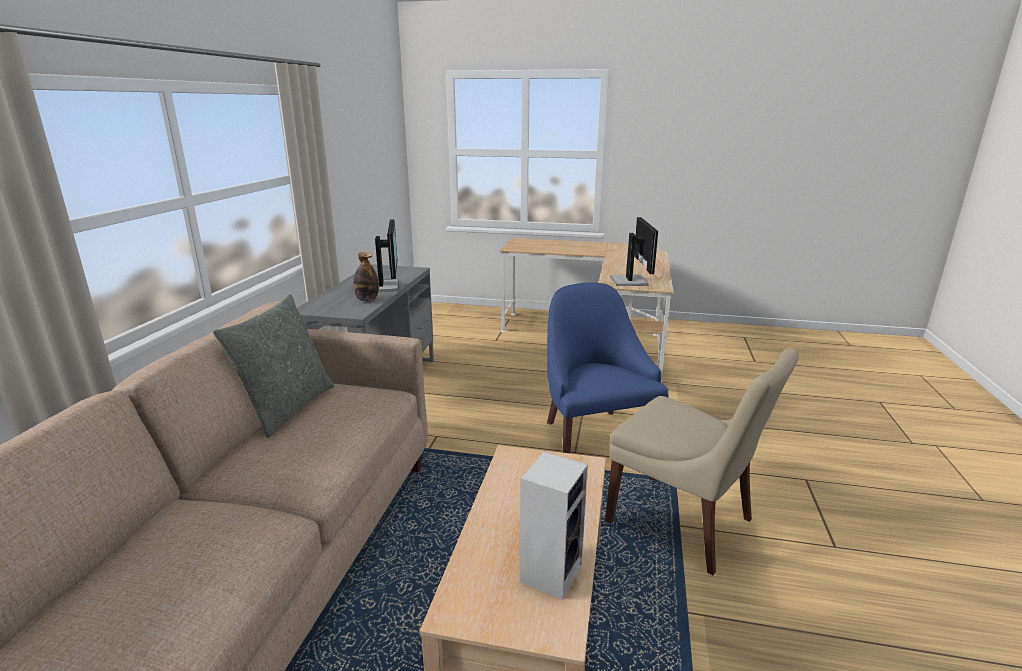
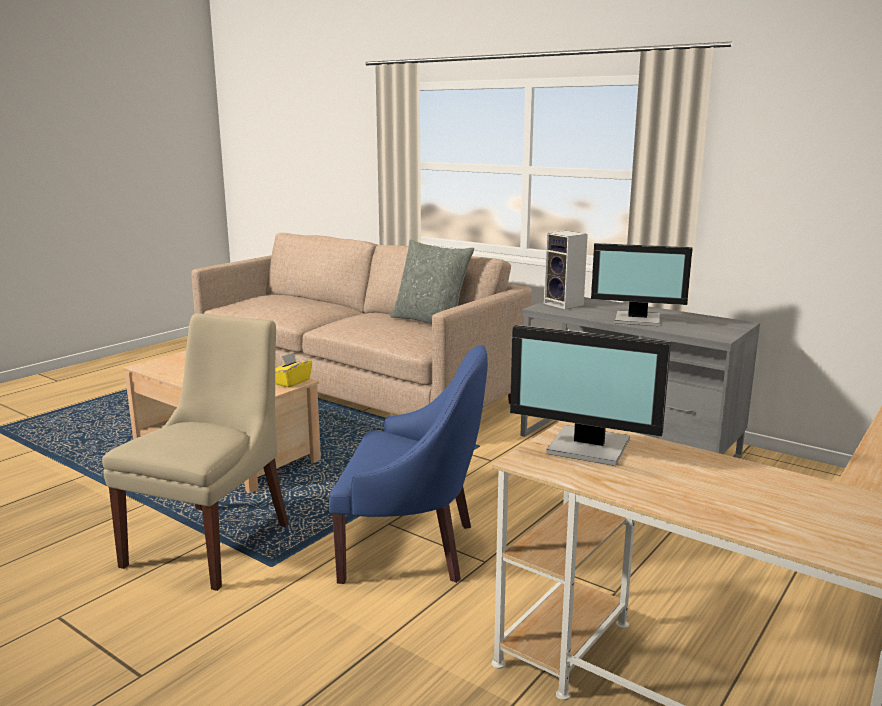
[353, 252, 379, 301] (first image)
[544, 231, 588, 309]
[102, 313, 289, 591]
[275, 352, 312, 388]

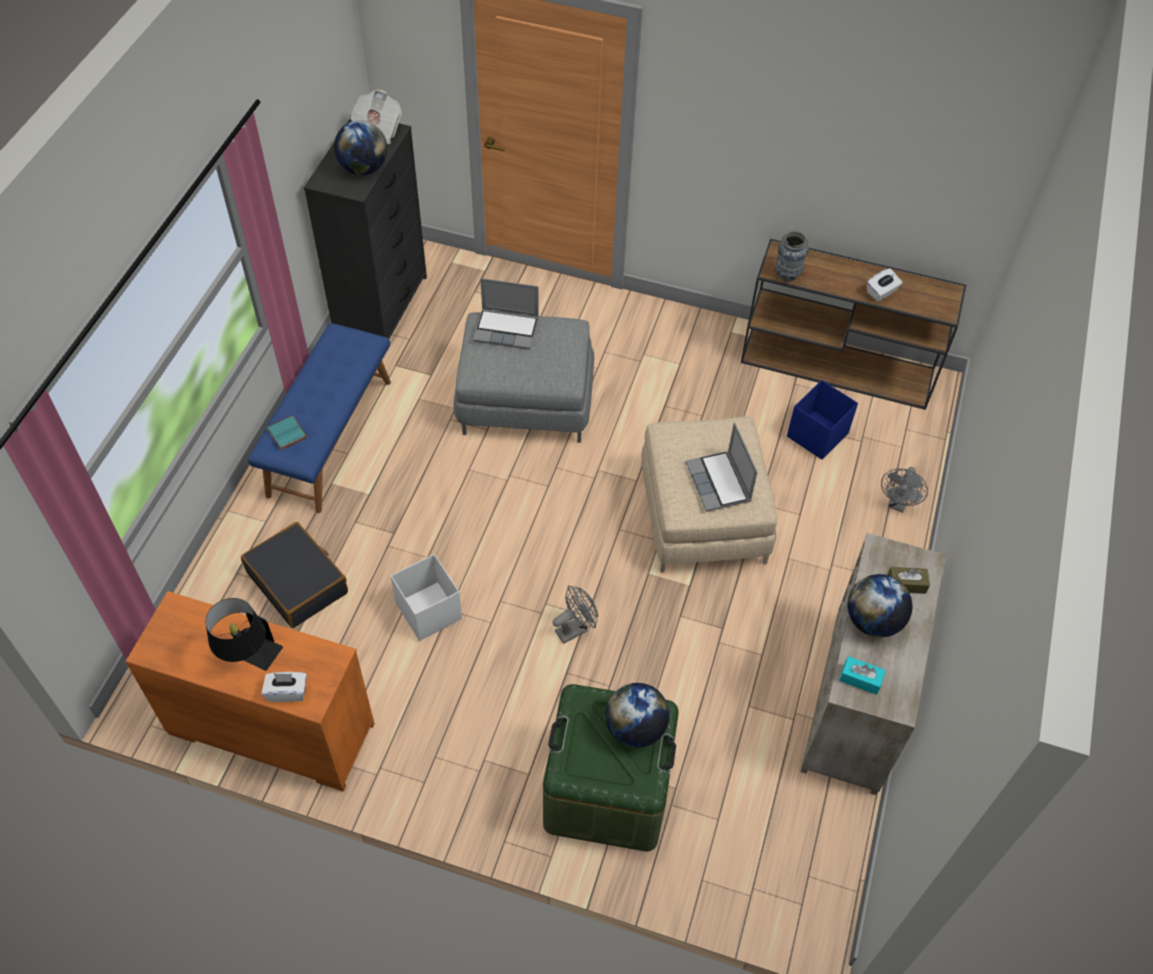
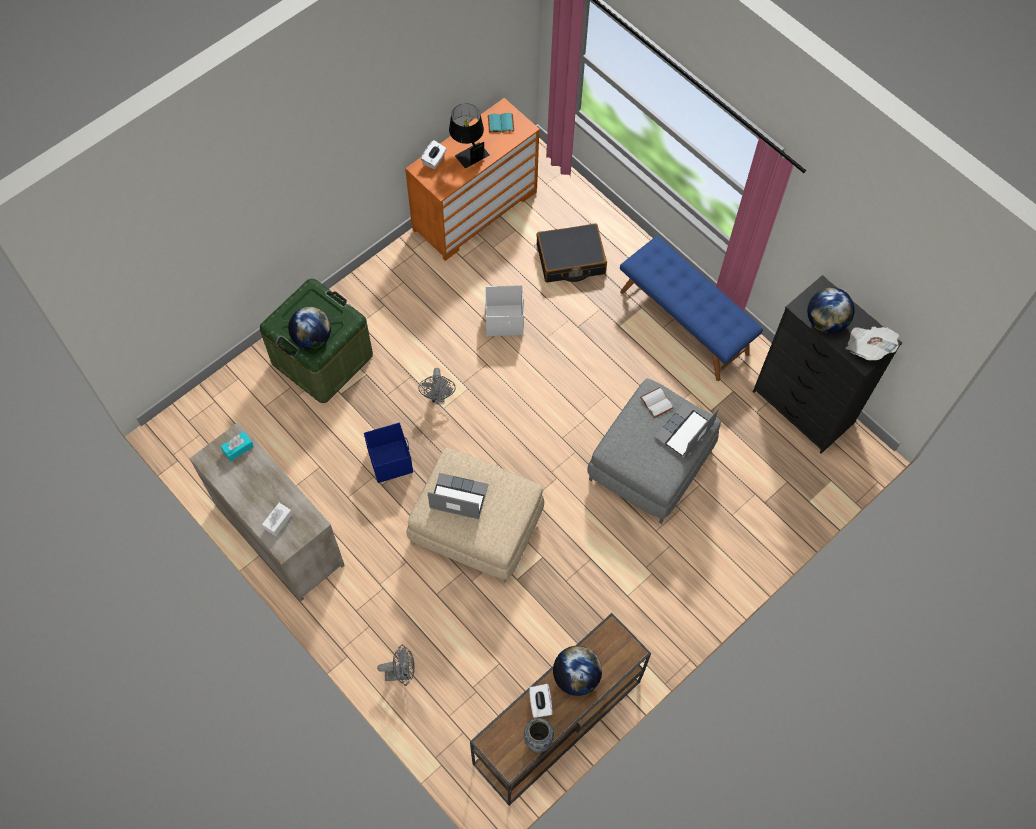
[488, 113, 514, 133]
[524, 718, 554, 753]
[364, 422, 413, 483]
[553, 646, 602, 696]
[377, 645, 415, 686]
[262, 503, 293, 536]
[640, 387, 674, 418]

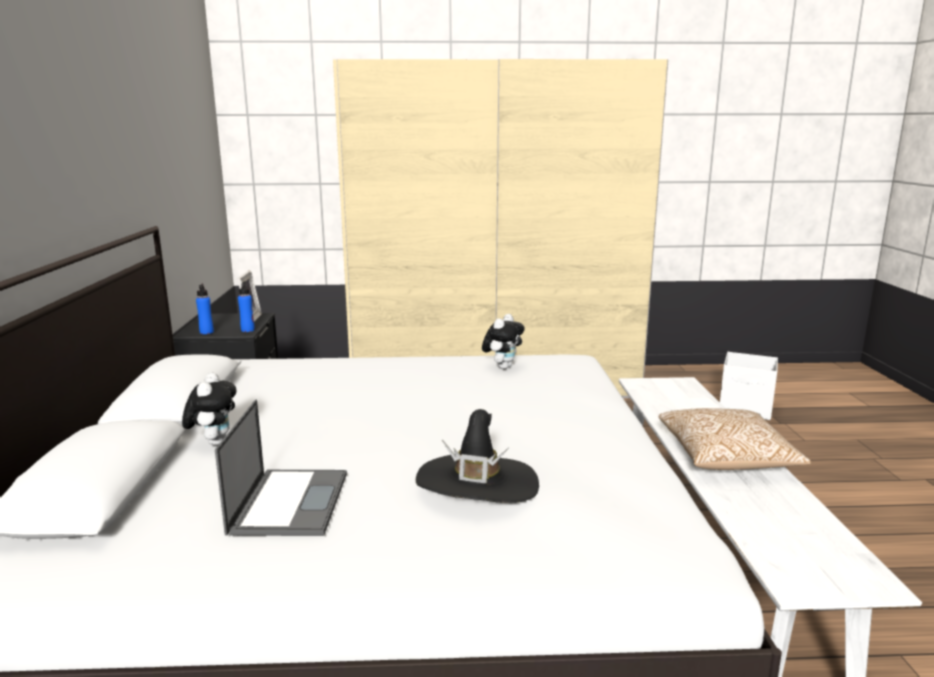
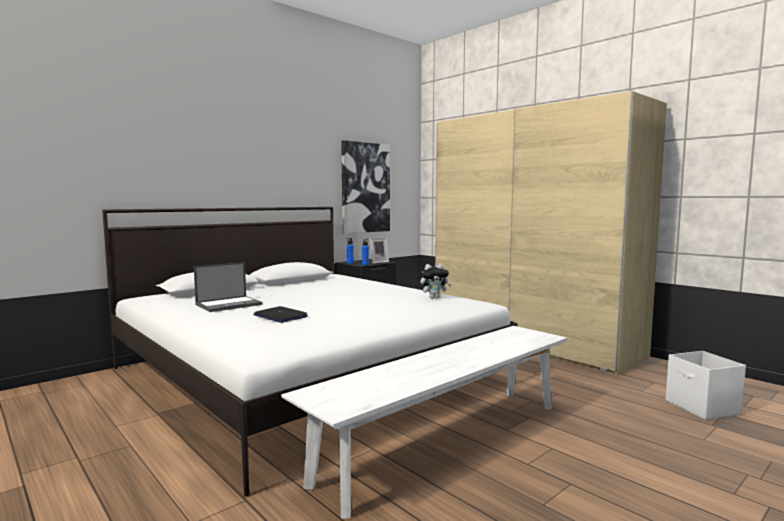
[182, 373, 236, 446] (first image)
[253, 306, 308, 323]
[659, 408, 811, 470] (first image)
[341, 140, 390, 234]

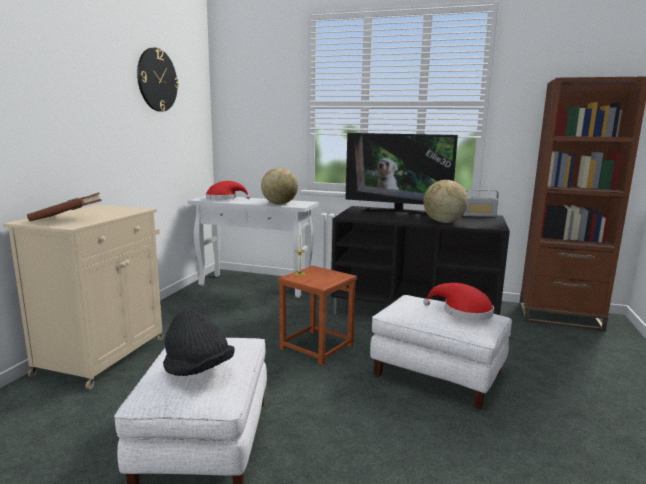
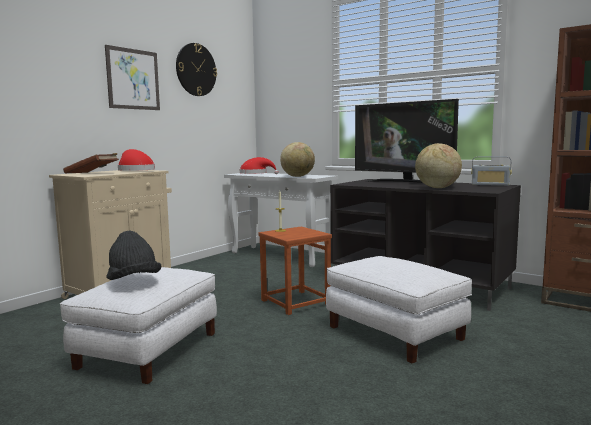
[118, 149, 155, 171]
[105, 45, 160, 110]

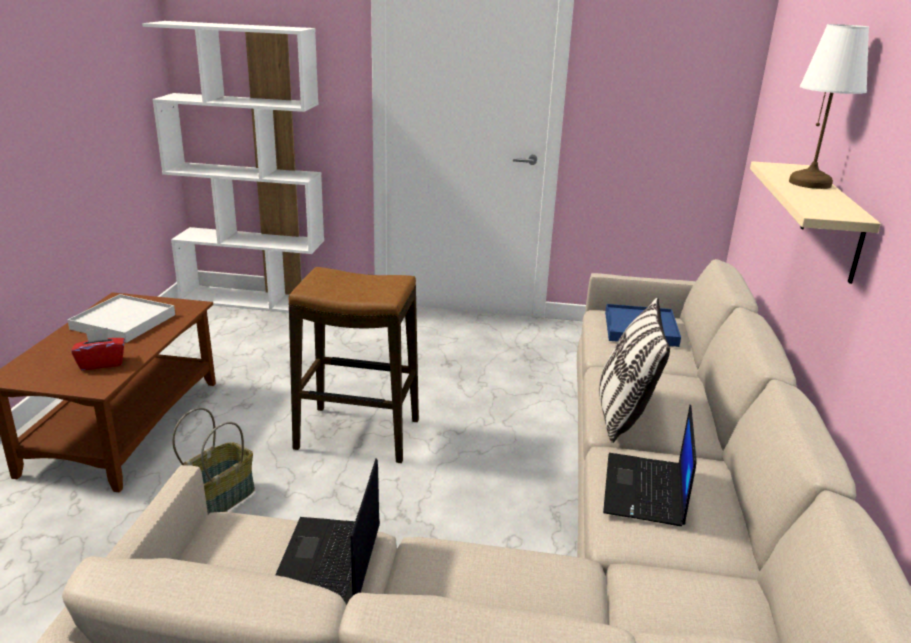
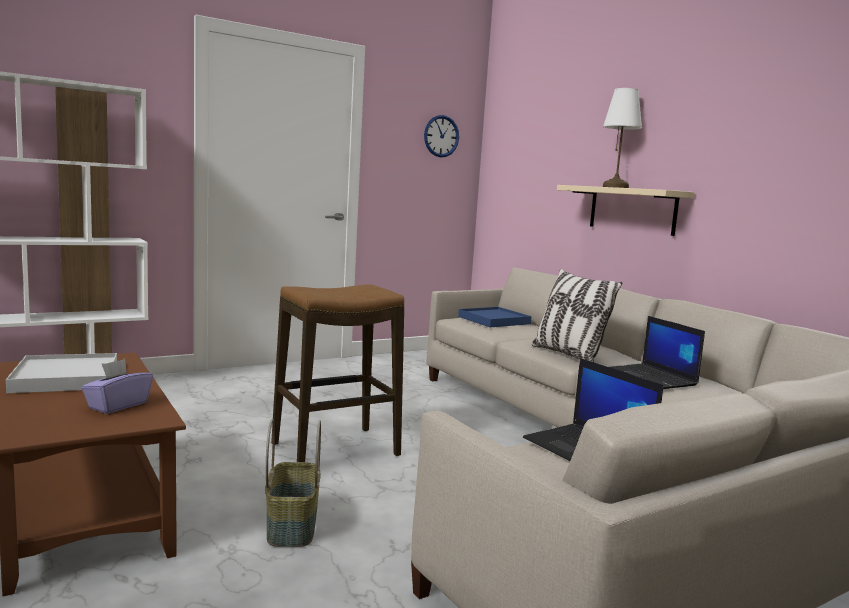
[81, 359, 153, 414]
[424, 115, 459, 157]

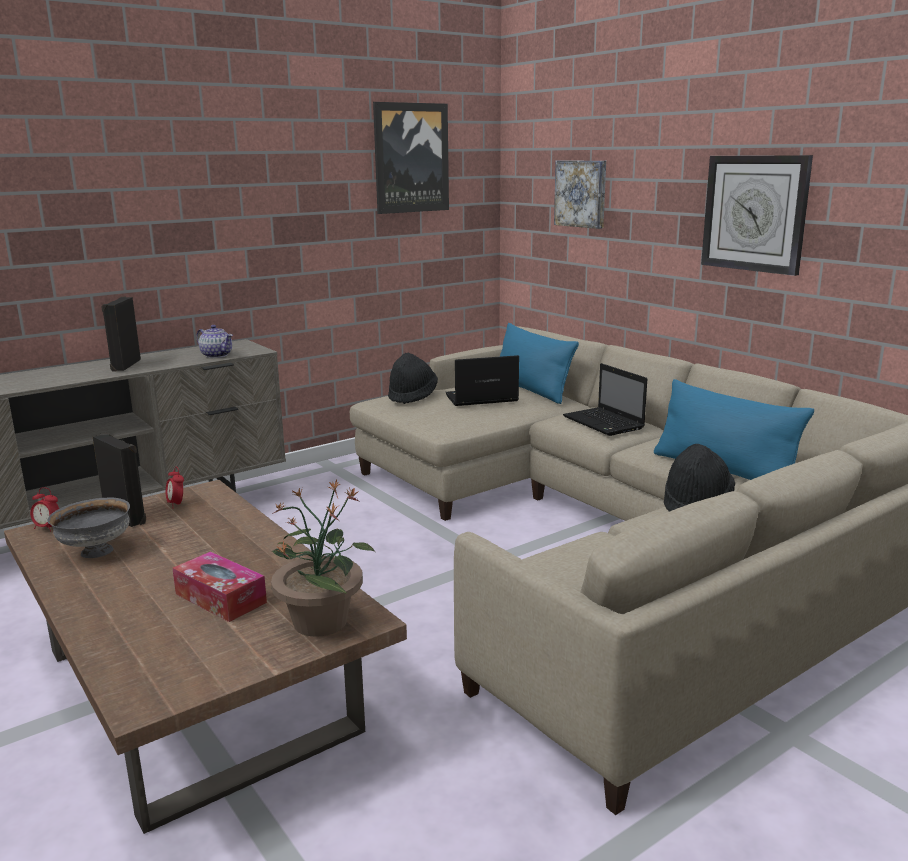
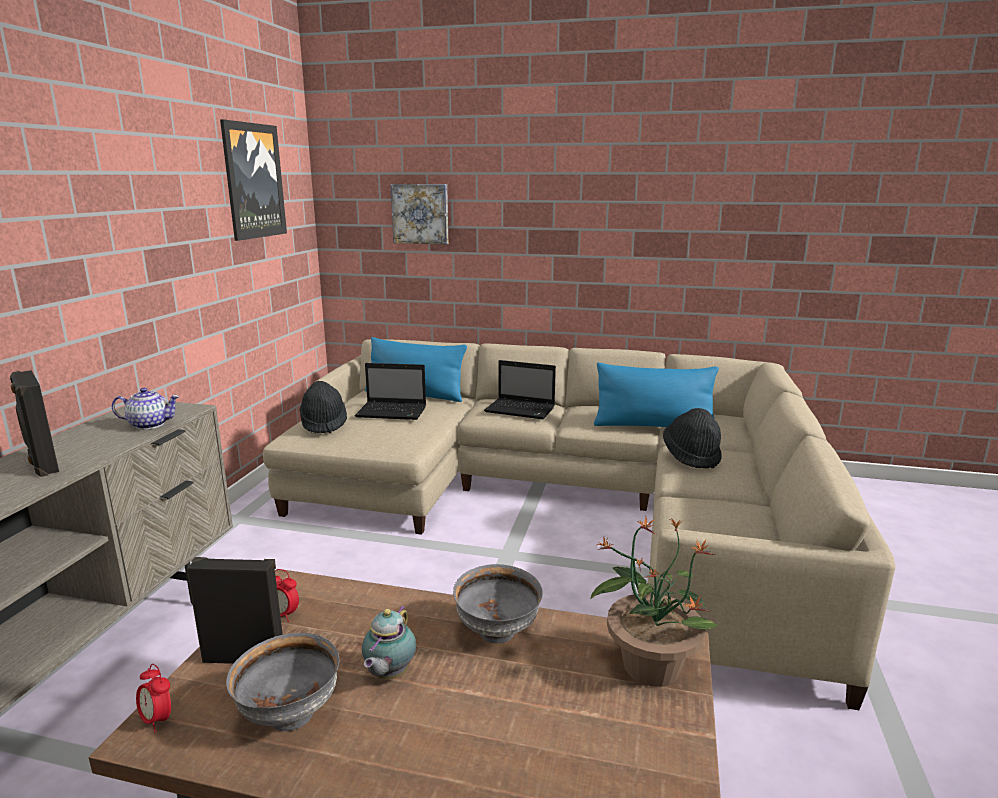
[136, 664, 171, 733]
[172, 551, 267, 622] (first image)
[355, 363, 426, 420]
[701, 155, 813, 276] (first image)
[362, 605, 416, 679]
[453, 564, 543, 643]

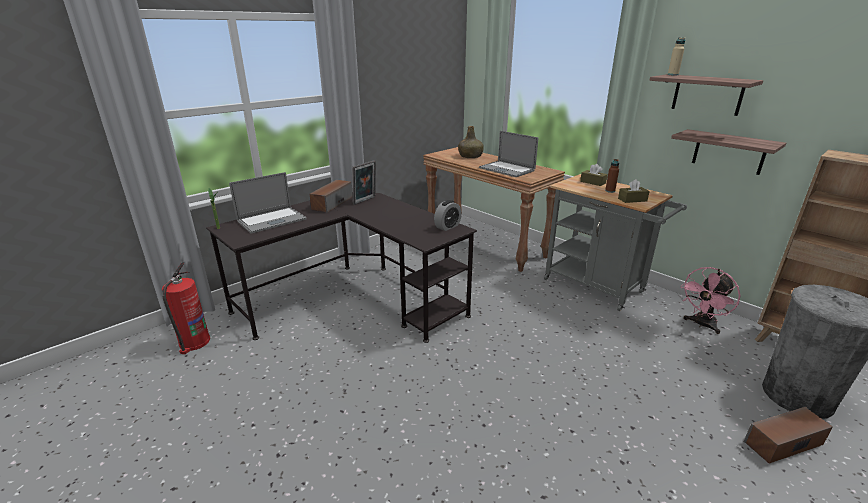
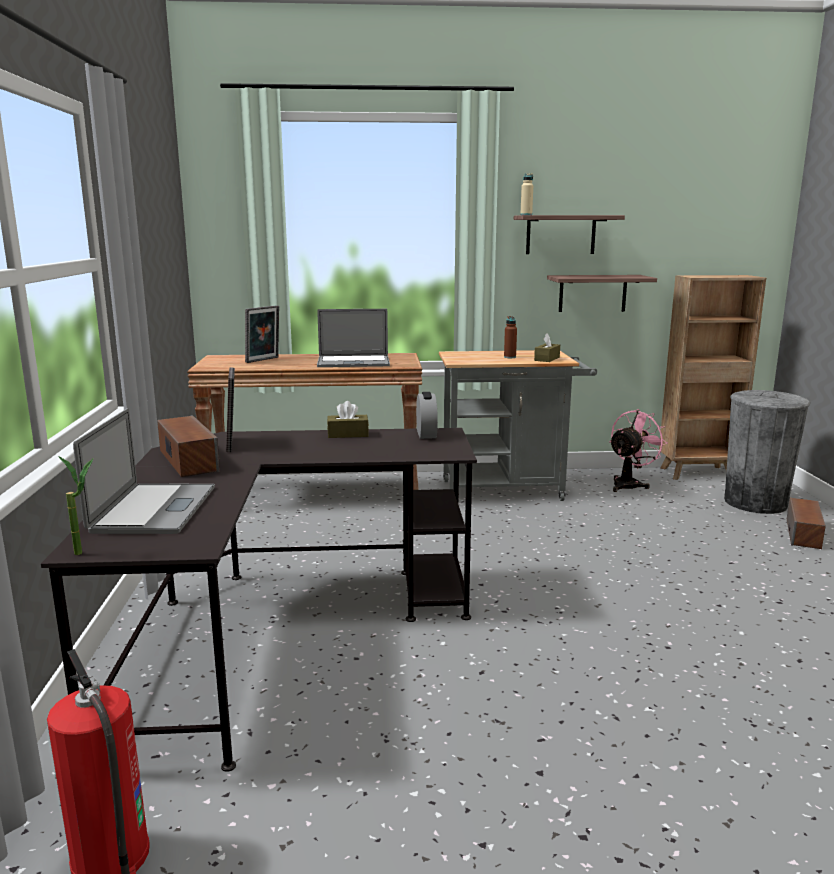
[245, 305, 279, 363]
[327, 401, 369, 438]
[609, 409, 668, 492]

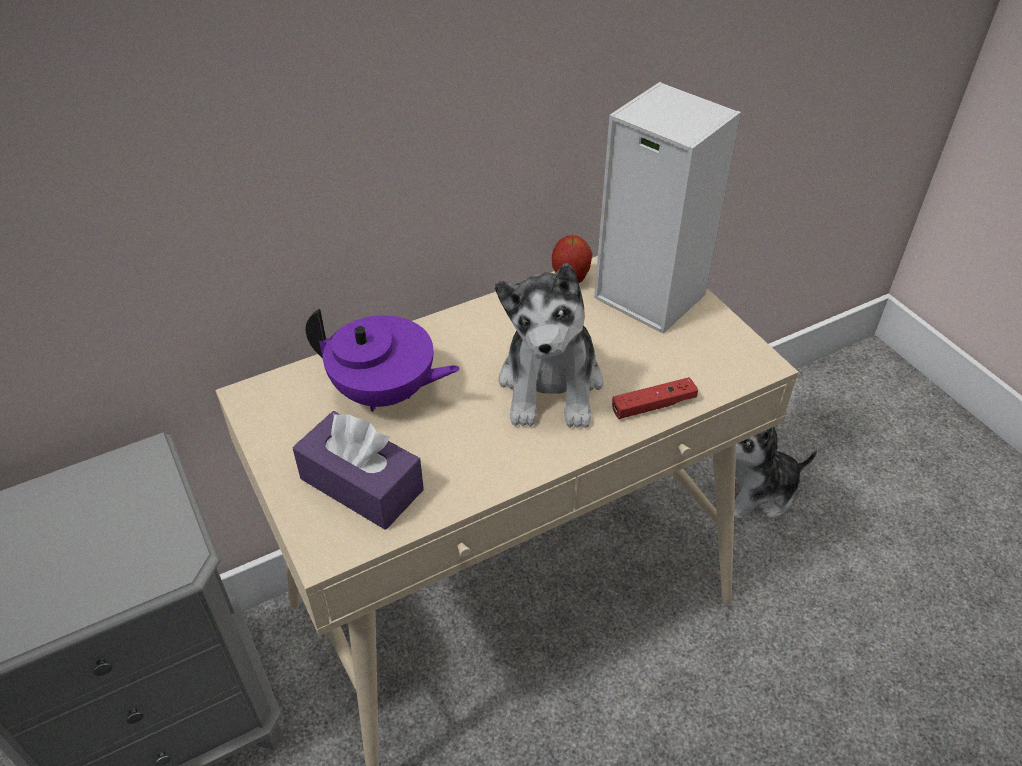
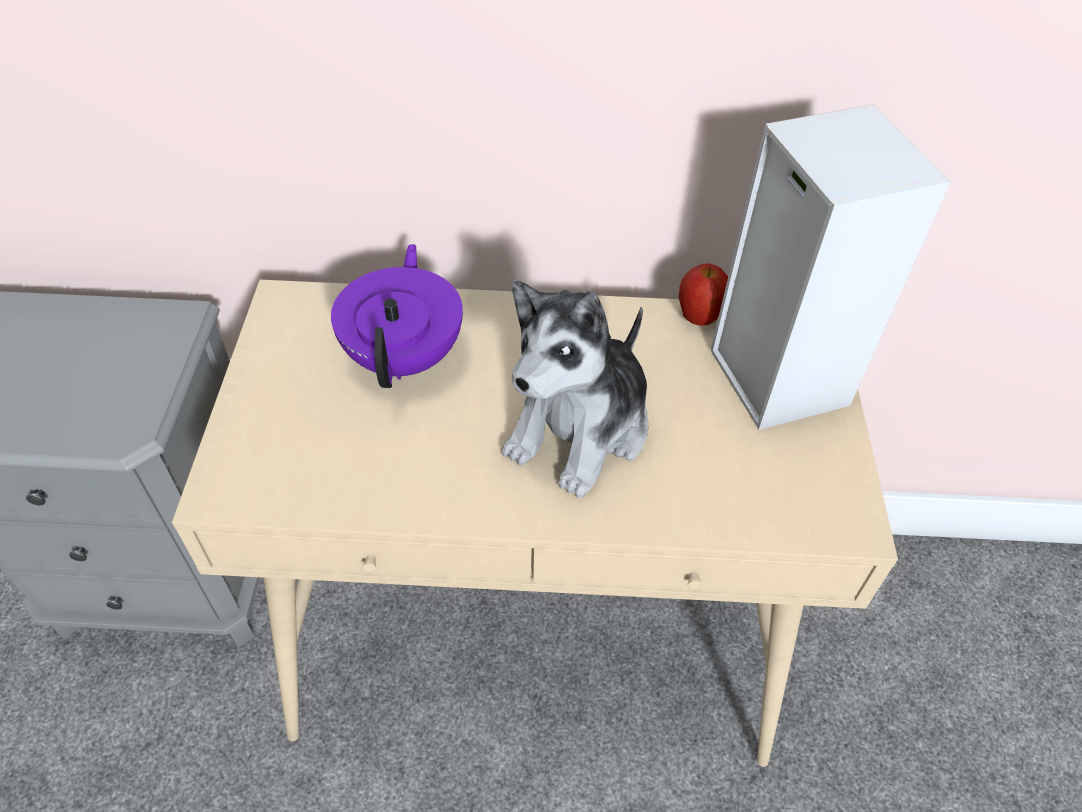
[293, 411, 424, 530] (first image)
[331, 244, 463, 388]
[612, 377, 698, 419] (first image)
[709, 427, 817, 520] (first image)

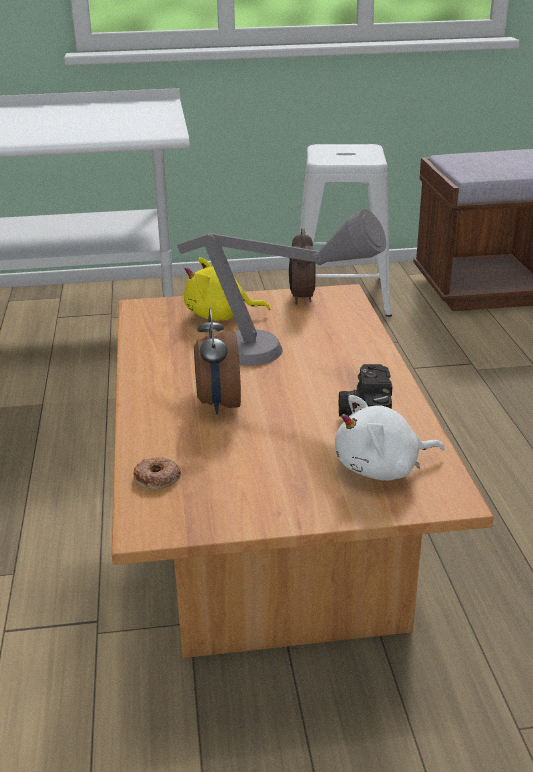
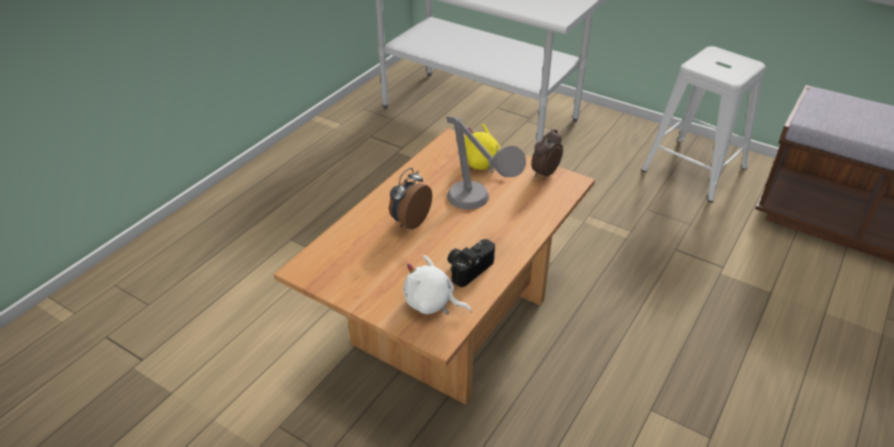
[134, 457, 181, 489] (first image)

